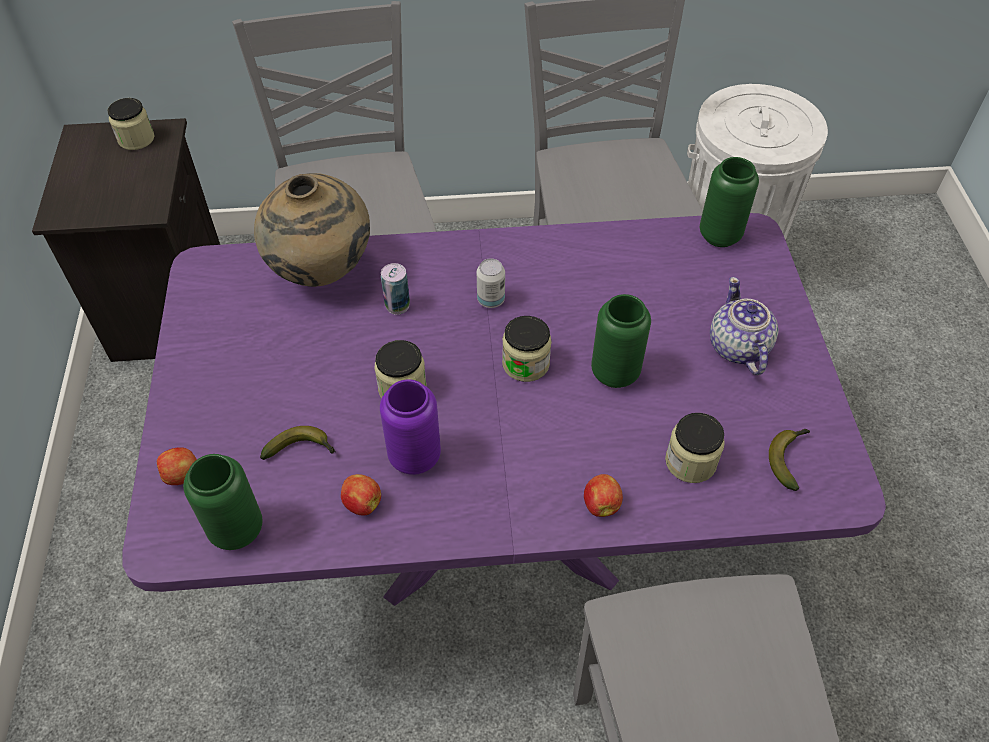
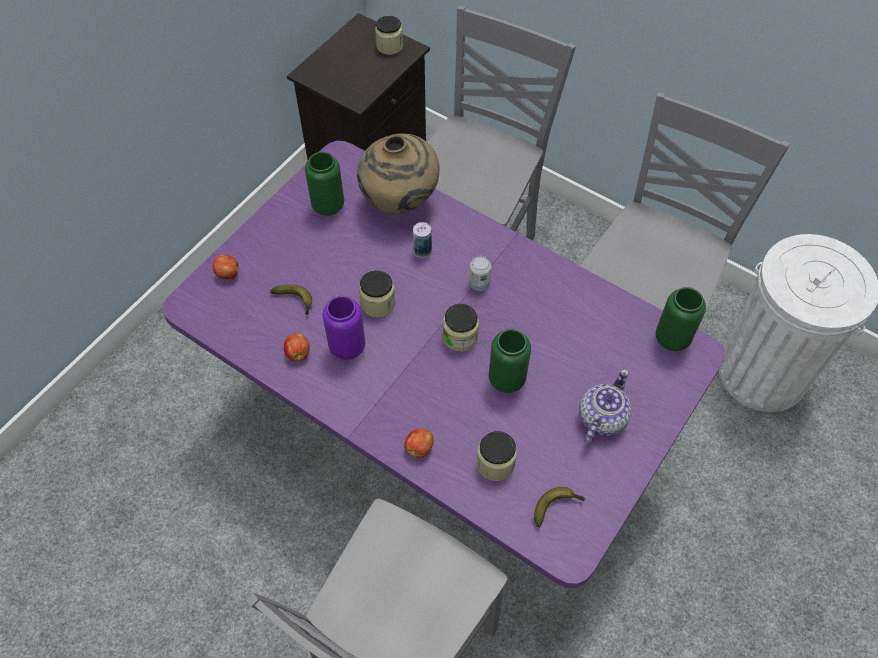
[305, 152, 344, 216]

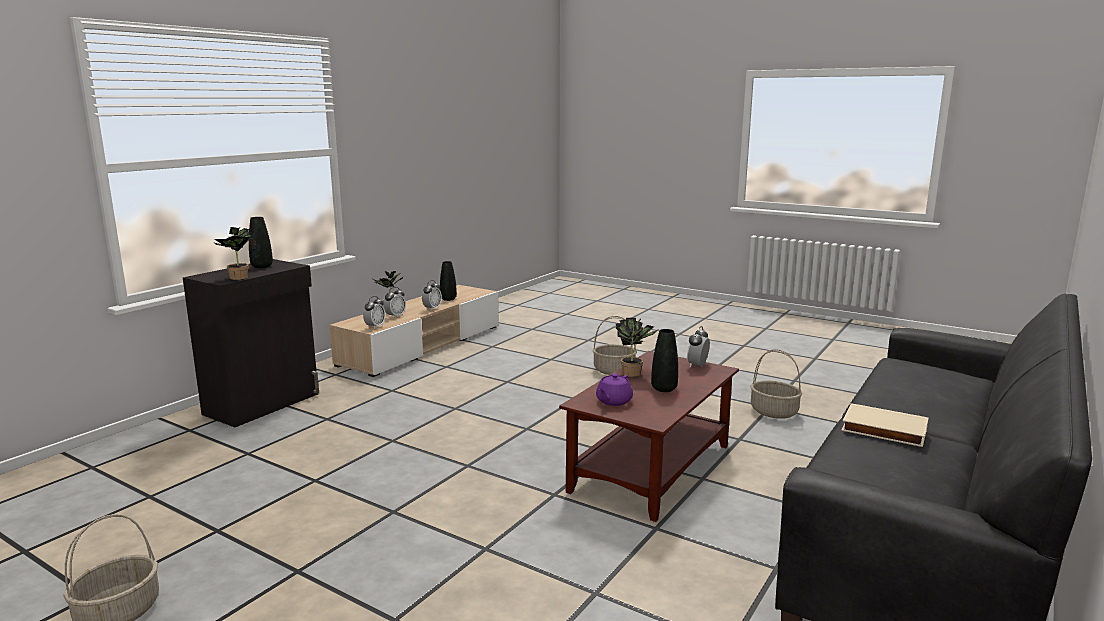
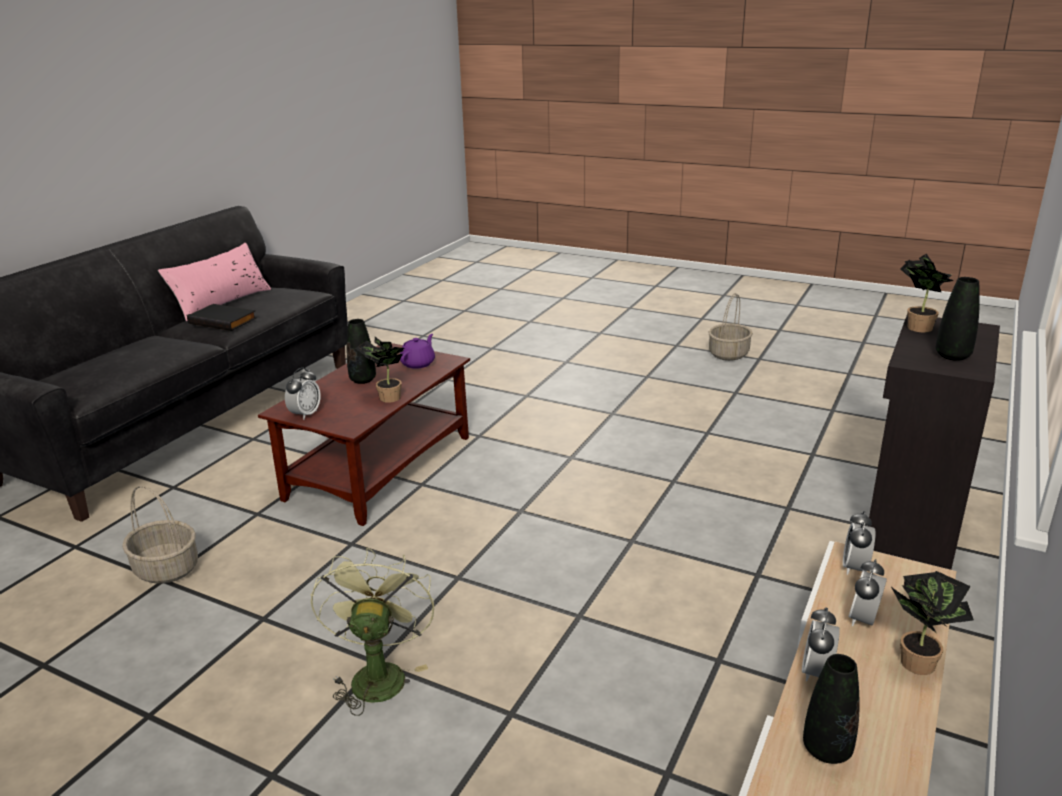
[311, 548, 434, 716]
[187, 304, 257, 331]
[158, 243, 271, 321]

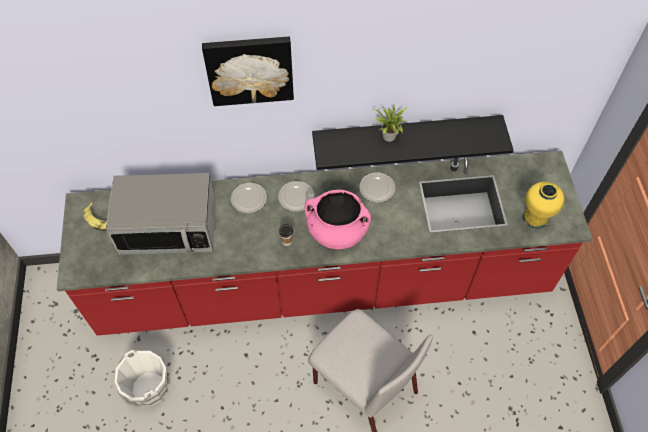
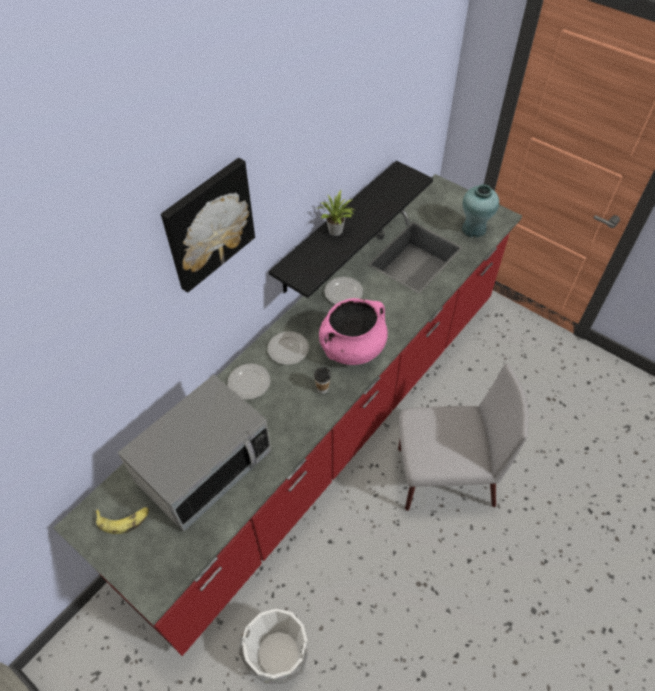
[462, 184, 499, 238]

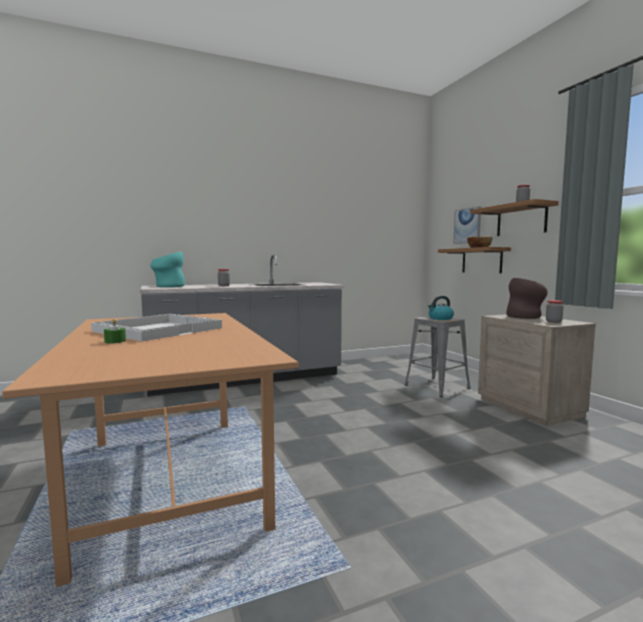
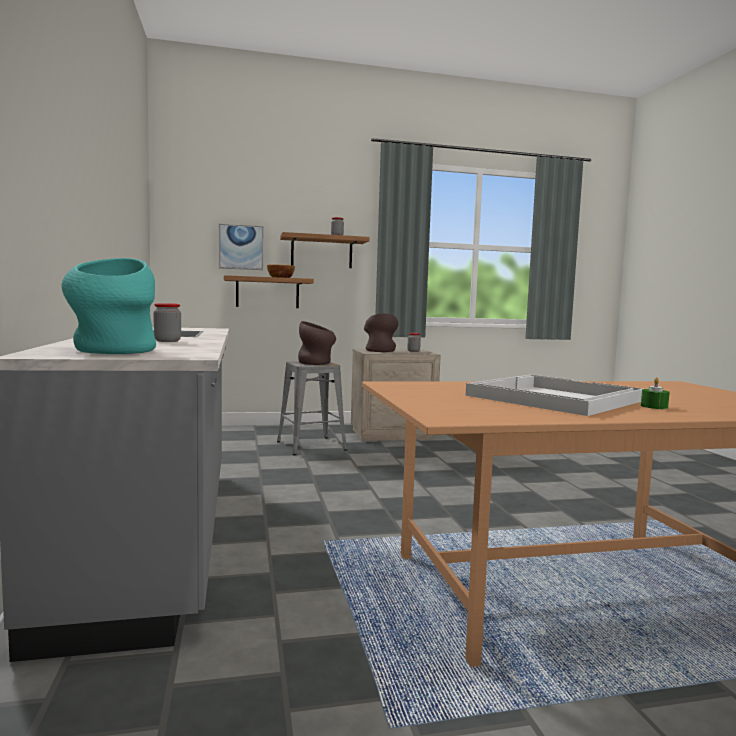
[298, 321, 336, 365]

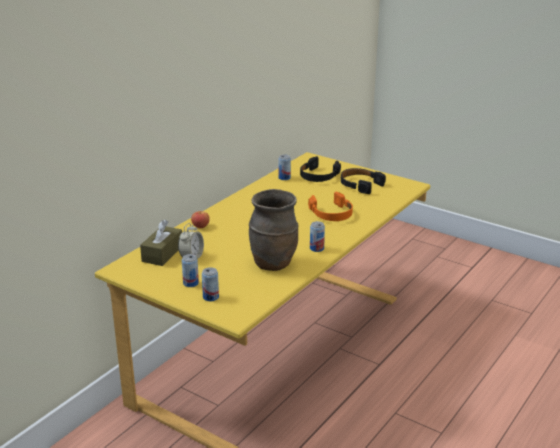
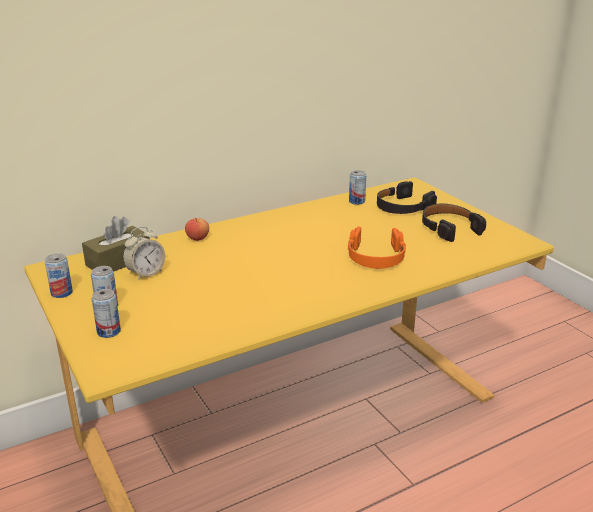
[249, 189, 298, 271] (first image)
[45, 253, 73, 298]

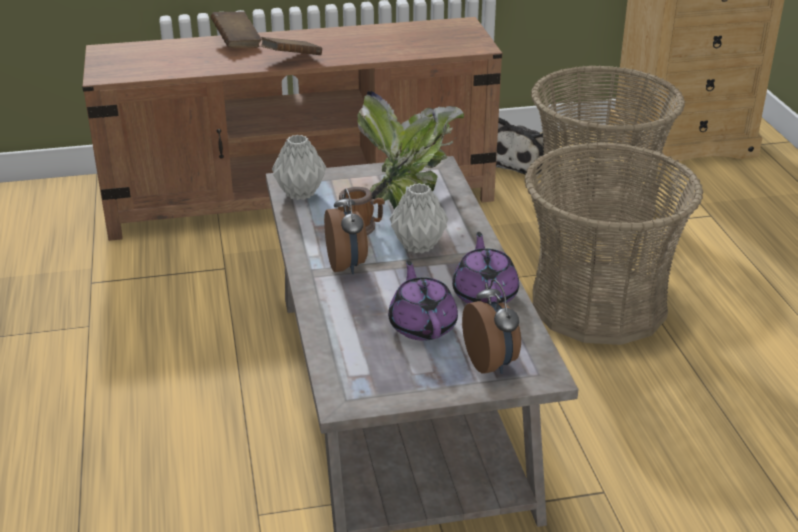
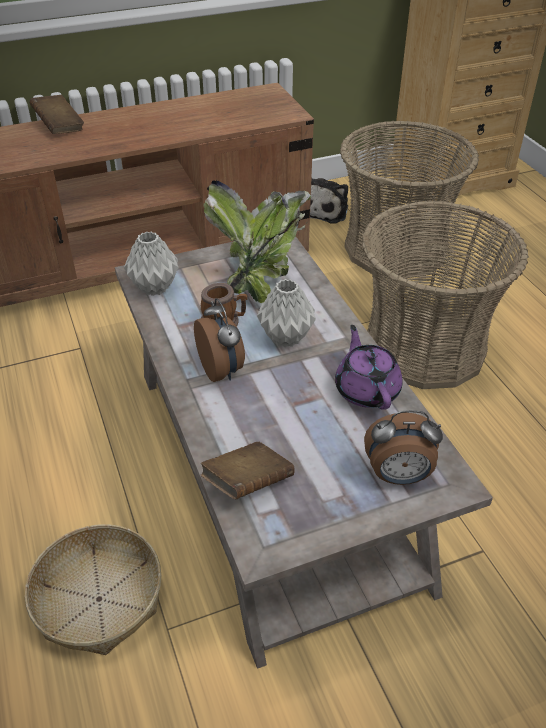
[201, 442, 295, 500]
[388, 260, 458, 341] (first image)
[364, 410, 443, 485]
[25, 524, 161, 655]

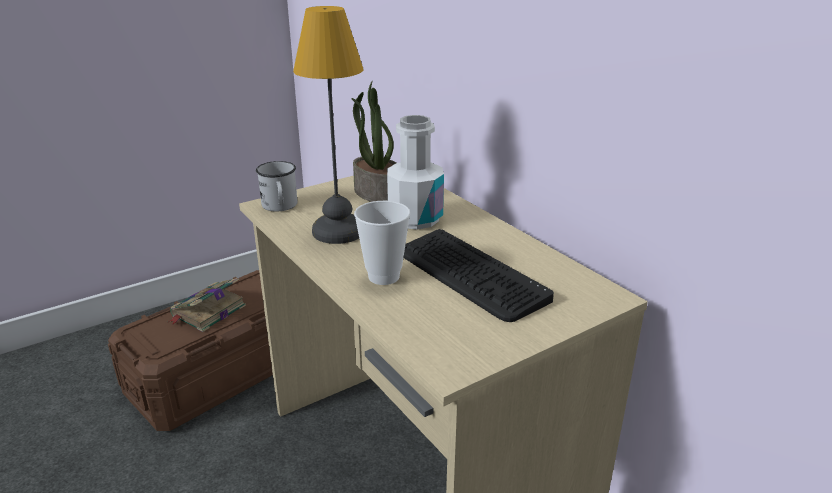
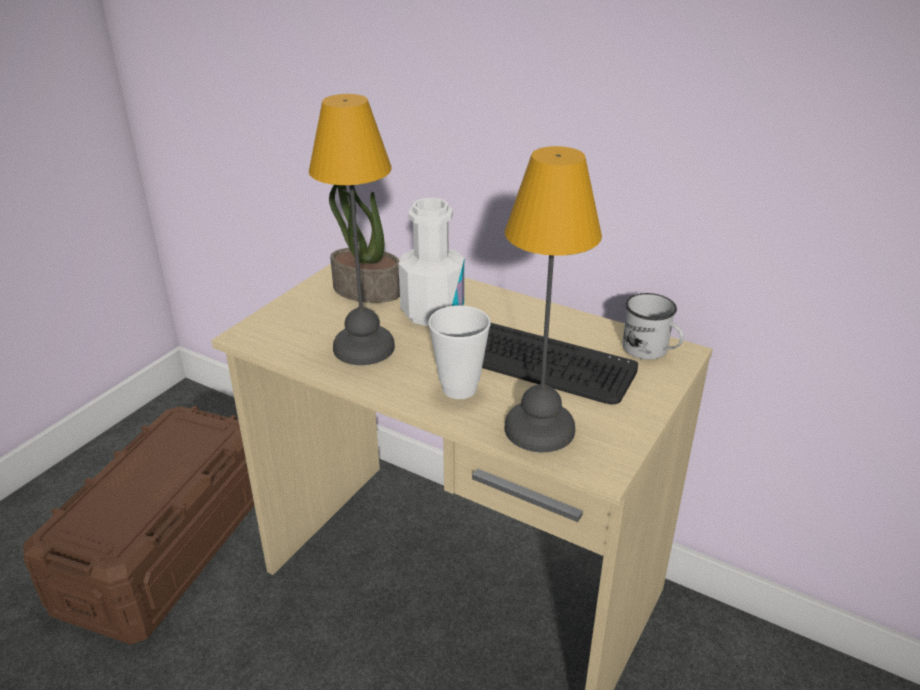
[168, 278, 246, 332] (first image)
[622, 293, 684, 360]
[505, 146, 602, 452]

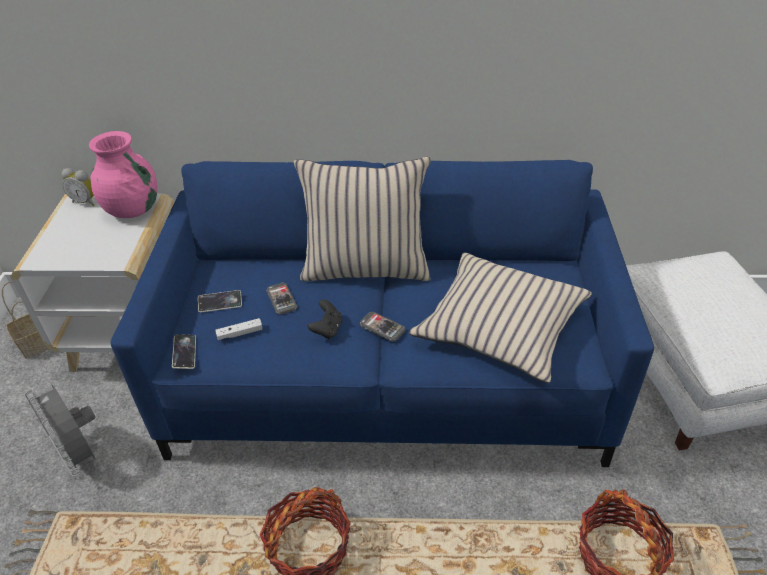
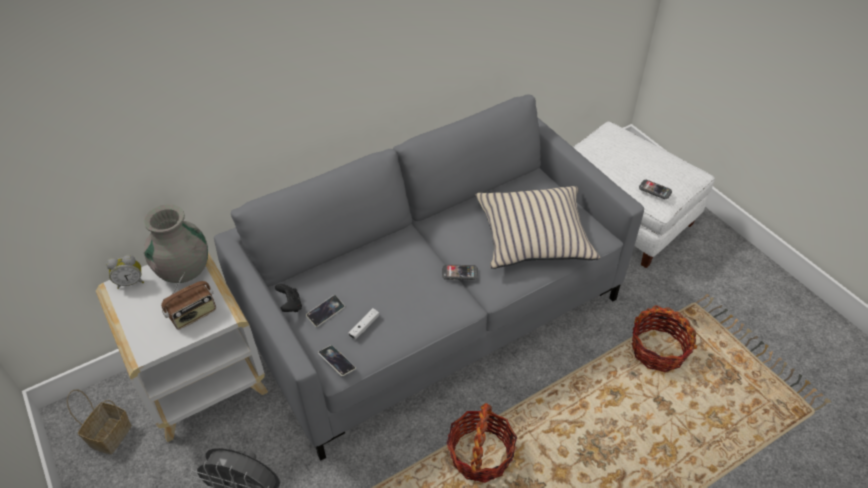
[144, 204, 208, 283]
[214, 94, 644, 460]
[639, 180, 672, 199]
[294, 157, 431, 281] (first image)
[275, 284, 302, 312]
[161, 272, 216, 329]

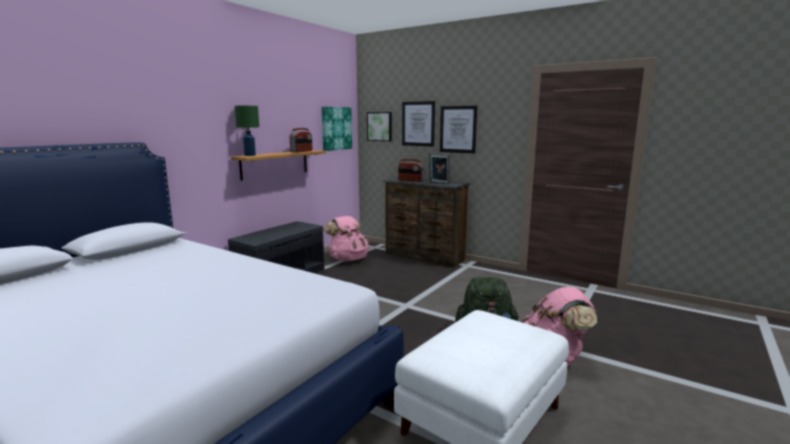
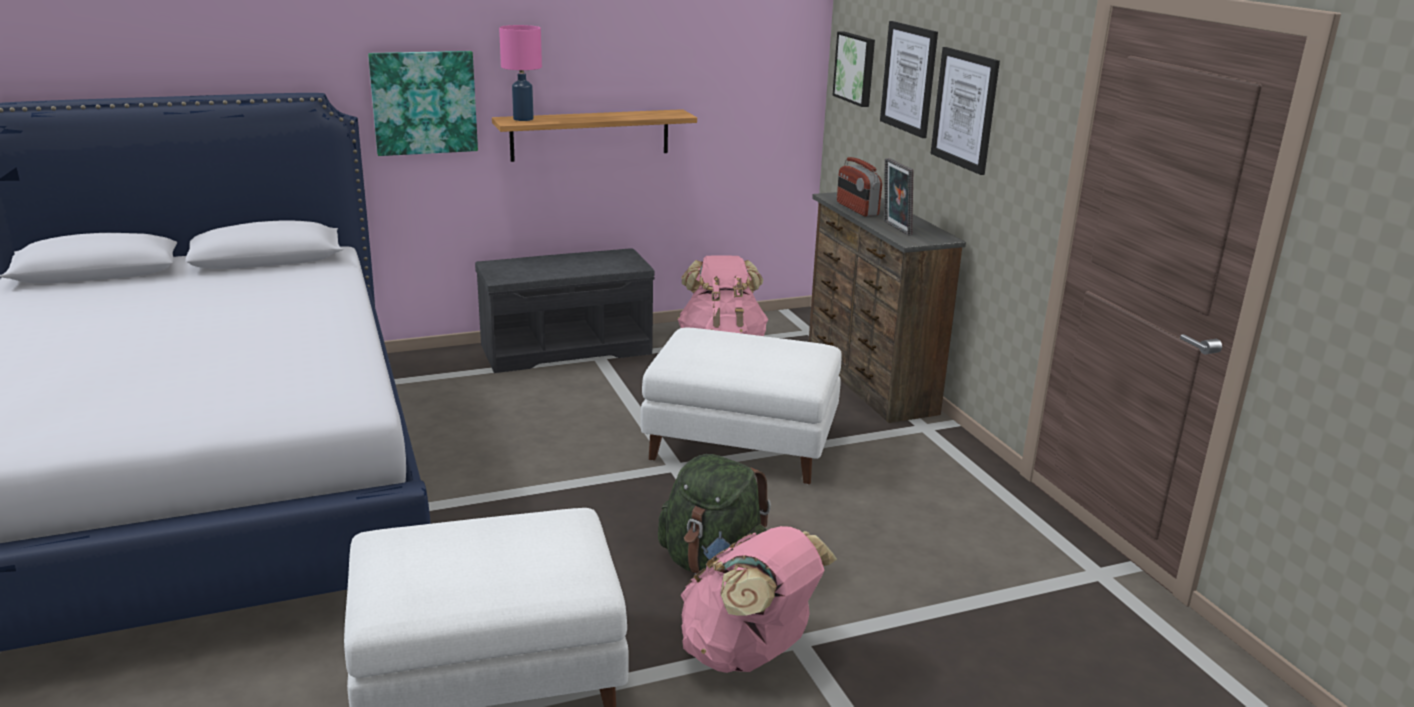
[499, 25, 542, 121]
[290, 128, 313, 153] (first image)
[368, 51, 478, 156]
[641, 327, 842, 484]

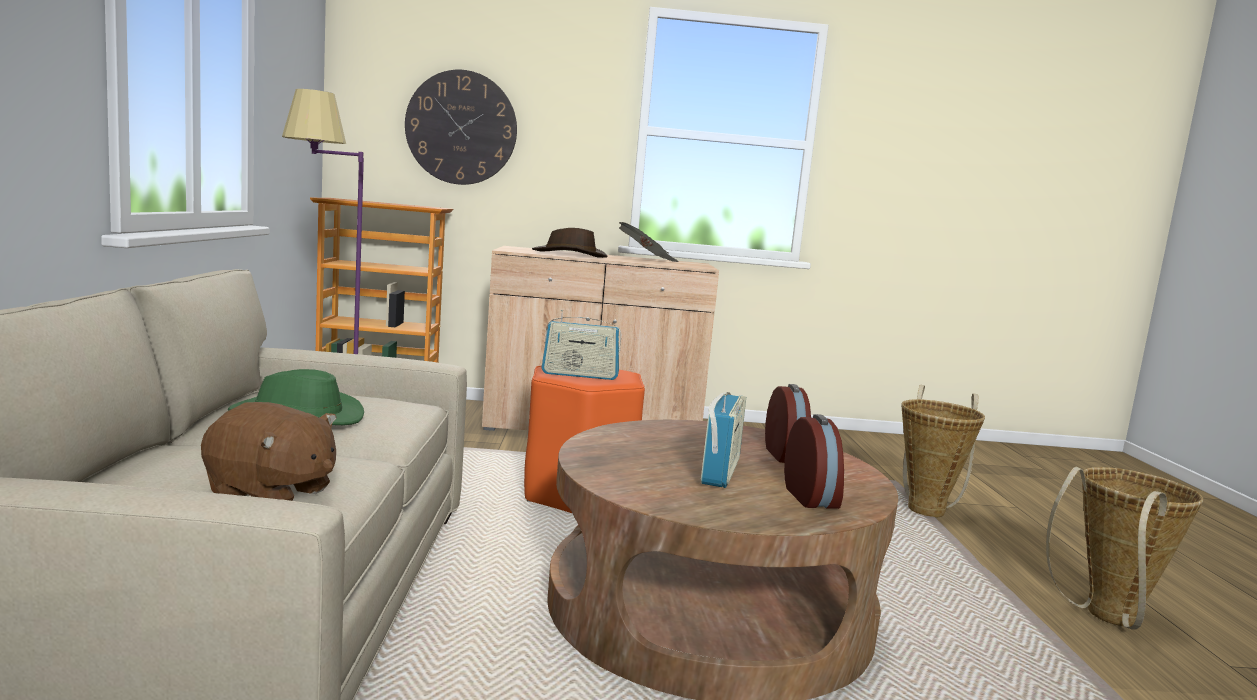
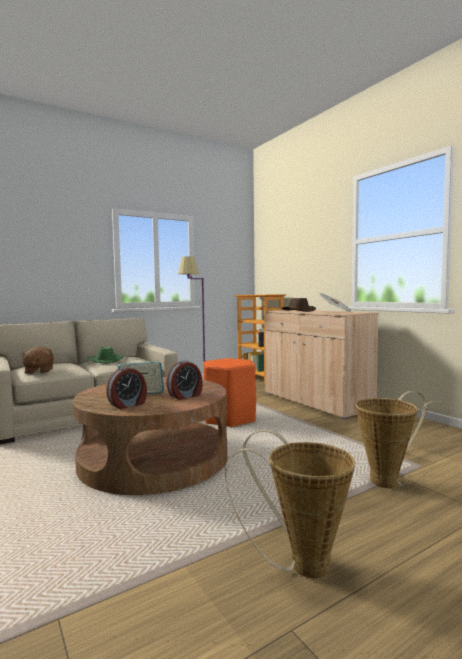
[405, 70, 517, 185] (first image)
[542, 310, 621, 380] (first image)

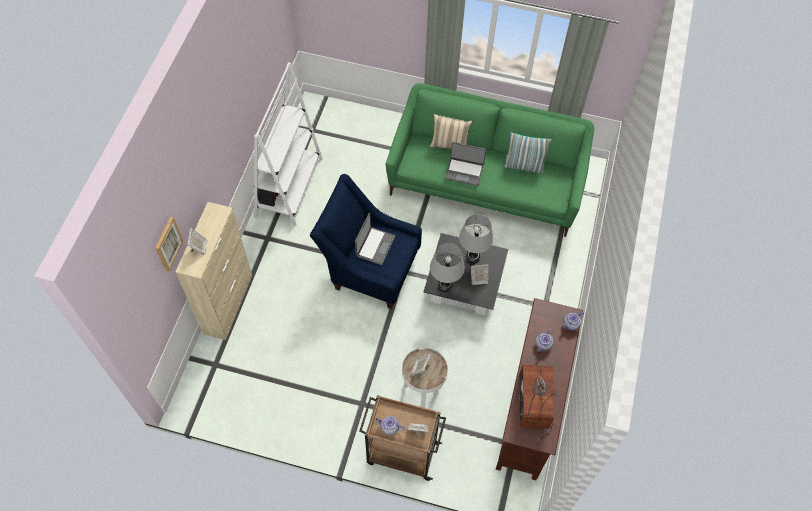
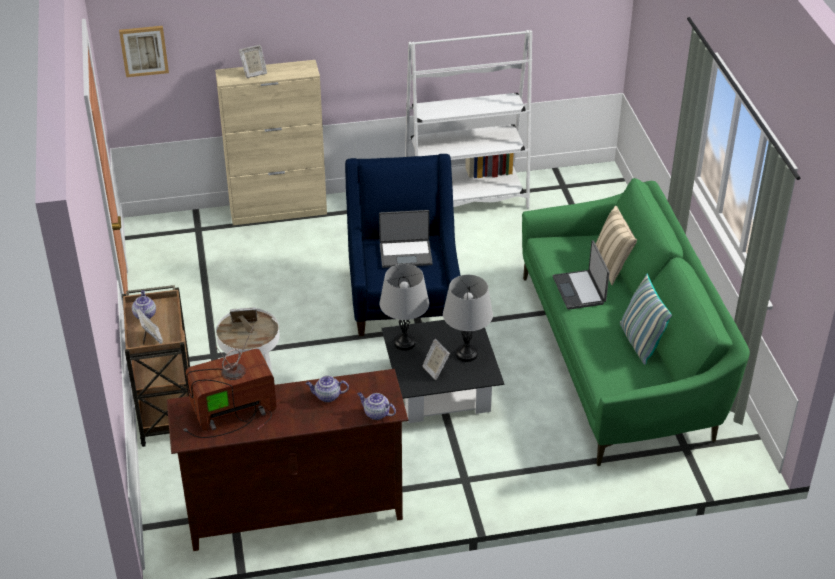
[119, 26, 169, 77]

